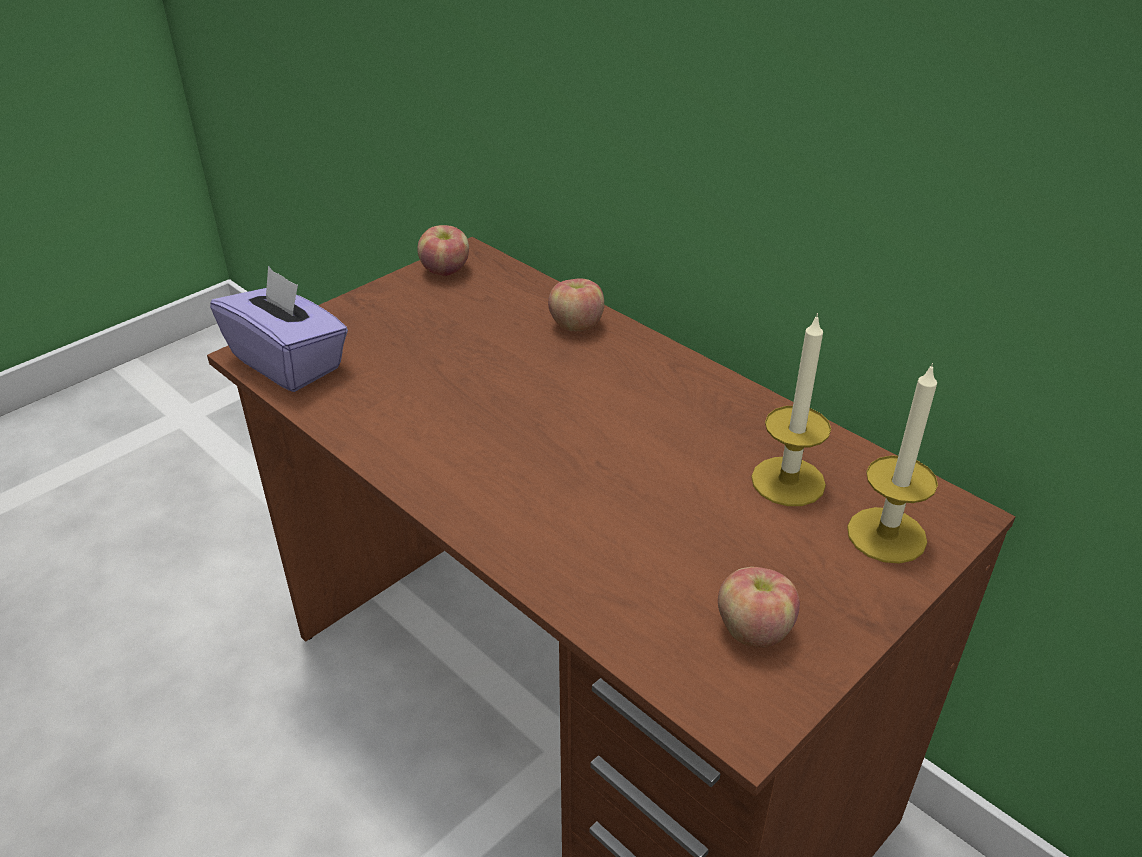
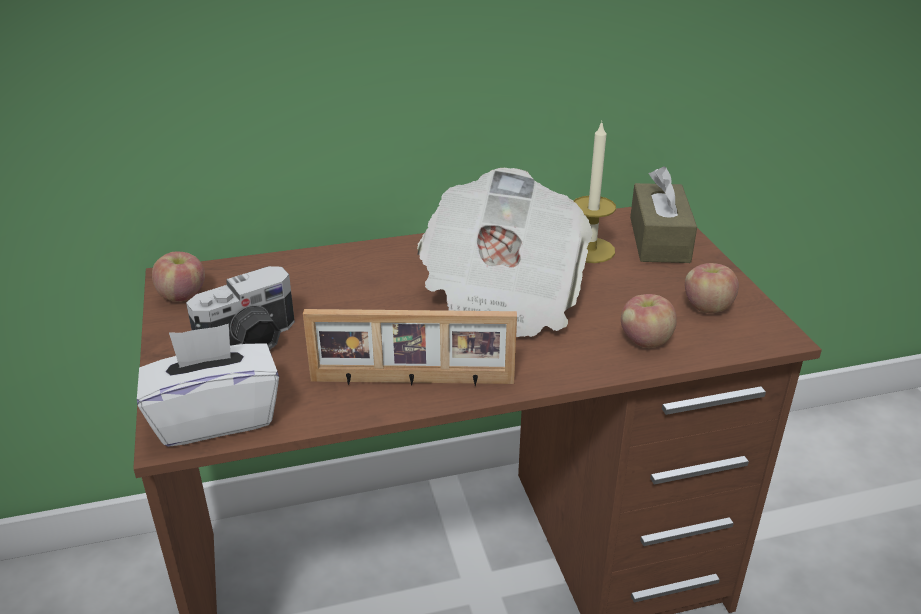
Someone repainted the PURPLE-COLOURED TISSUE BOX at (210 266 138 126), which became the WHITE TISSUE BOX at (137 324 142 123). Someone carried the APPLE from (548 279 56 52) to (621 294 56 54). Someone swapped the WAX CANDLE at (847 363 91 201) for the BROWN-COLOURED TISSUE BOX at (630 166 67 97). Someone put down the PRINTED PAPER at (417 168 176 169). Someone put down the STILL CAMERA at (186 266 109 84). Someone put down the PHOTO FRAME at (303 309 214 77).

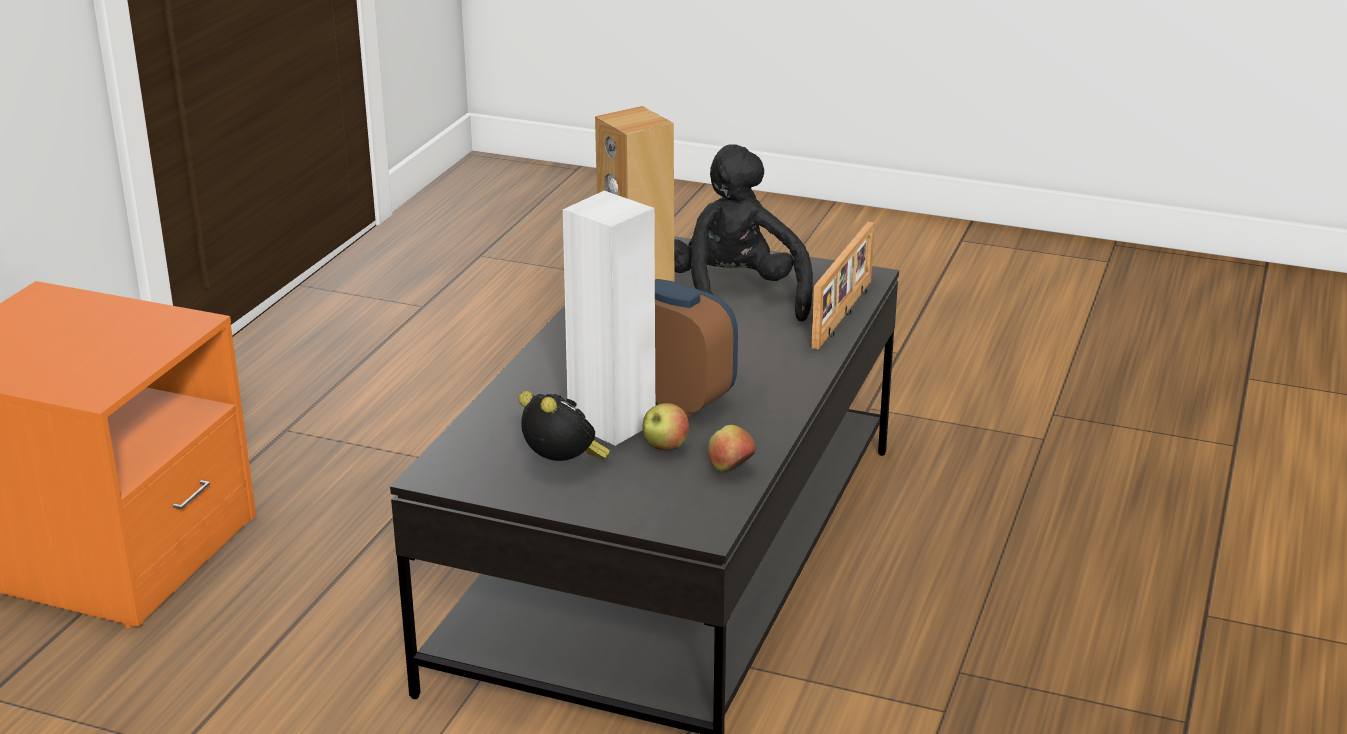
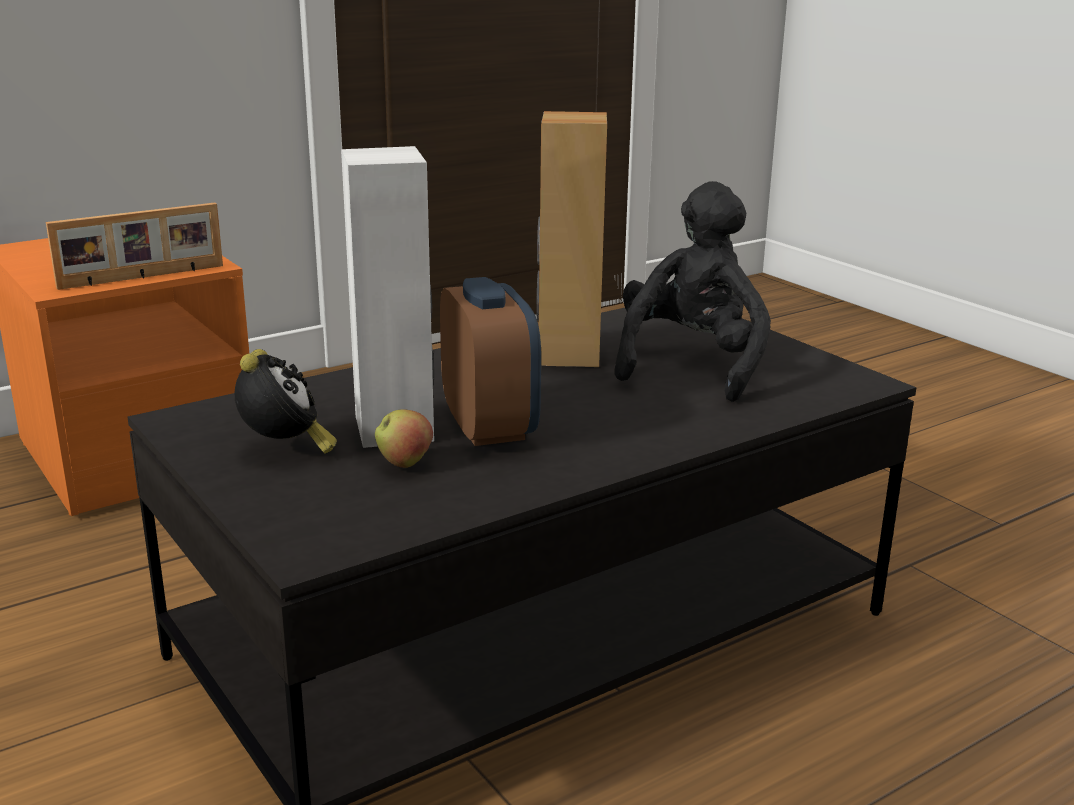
Someone carried the PHOTO FRAME from (811 222 63 128) to (46 202 177 88). Someone took away the APPLE at (708 425 48 47).

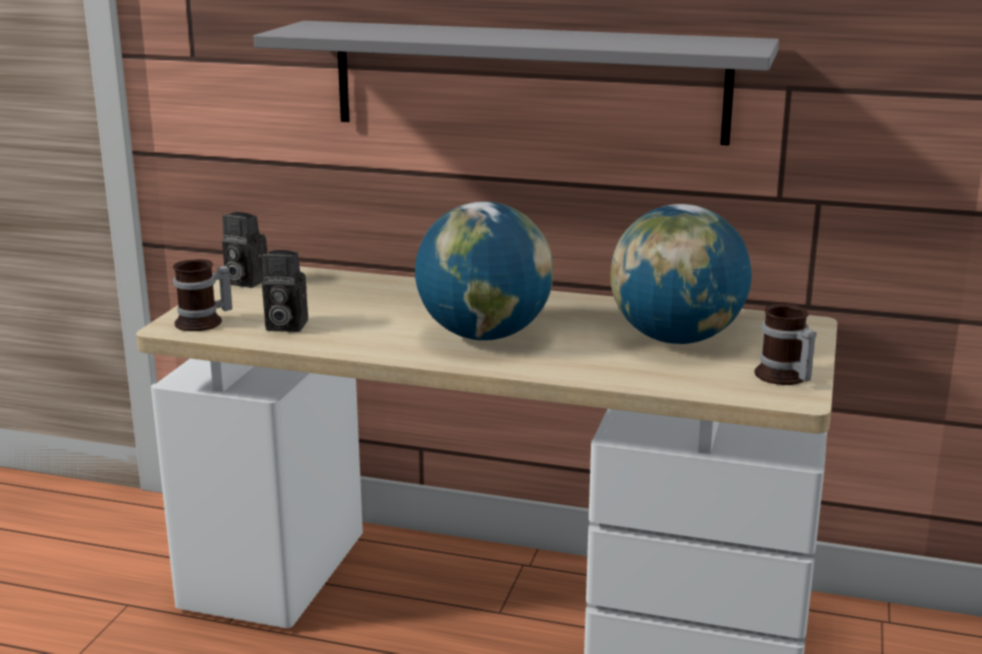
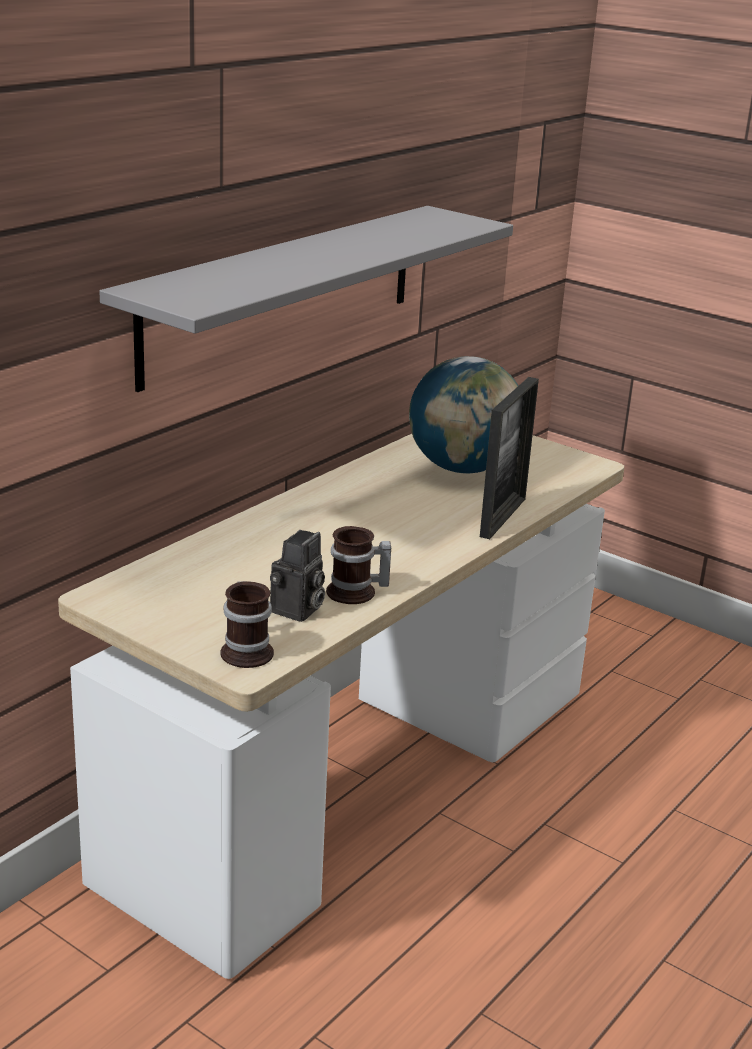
Someone took away the GLOBE at (415 201 138 140). Someone took away the STILL CAMERA at (222 212 45 76). Someone carried the COFFEE MUG from (754 303 63 82) to (326 526 65 78). Someone put down the PHOTO FRAME at (480 377 59 162).

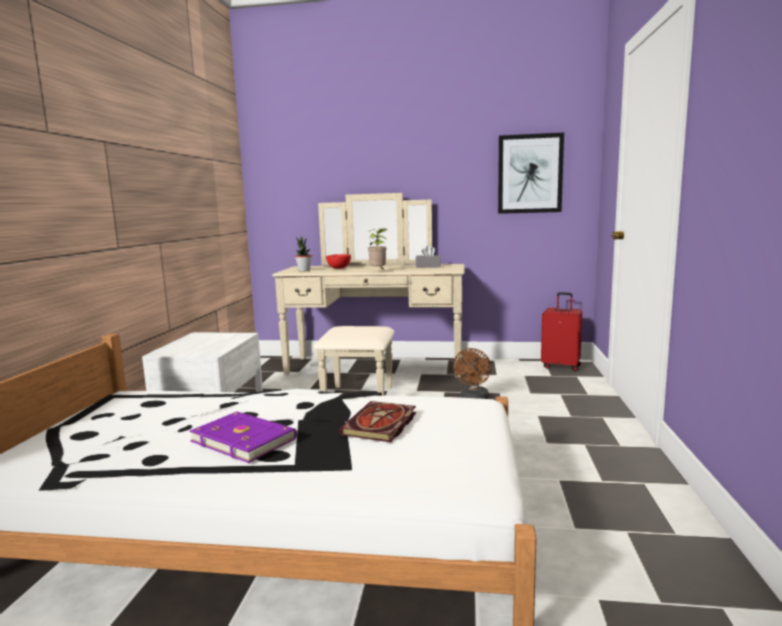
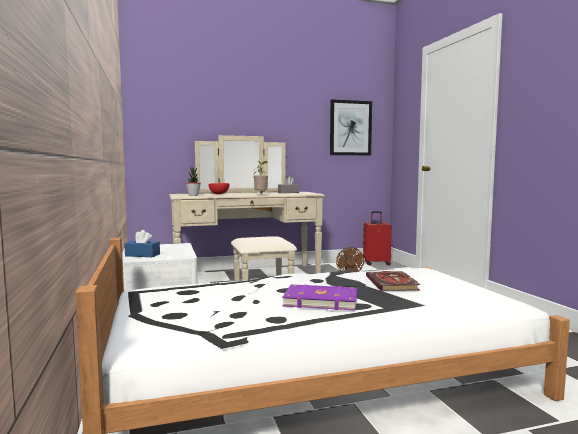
Someone put down the BLUE TISSUE BOX at (124 230 36 27).

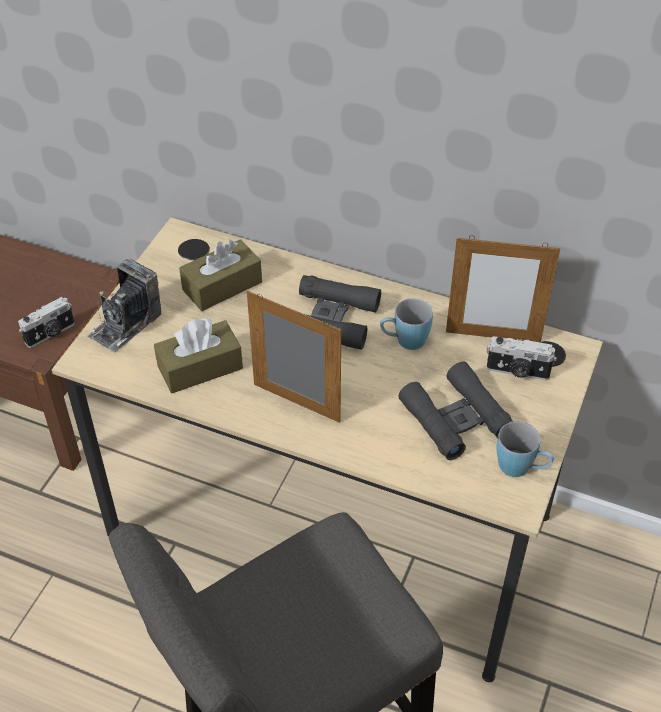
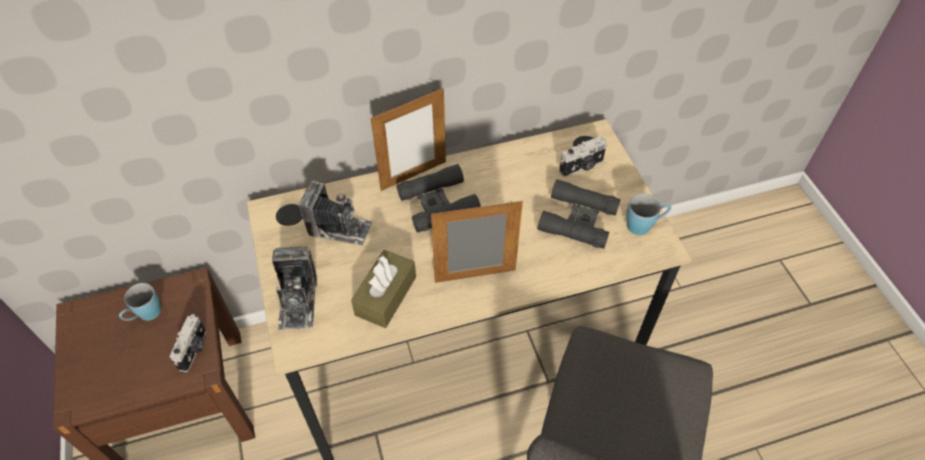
Someone carried the PHOTO FRAME from (446 235 114 108) to (371 88 75 103). Someone swapped the BROWN-COLOURED TISSUE BOX at (179 239 83 72) for the STILL CAMERA at (299 181 73 65). Someone carried the BLUE COFFEE MUG from (380 298 53 52) to (119 283 42 38).

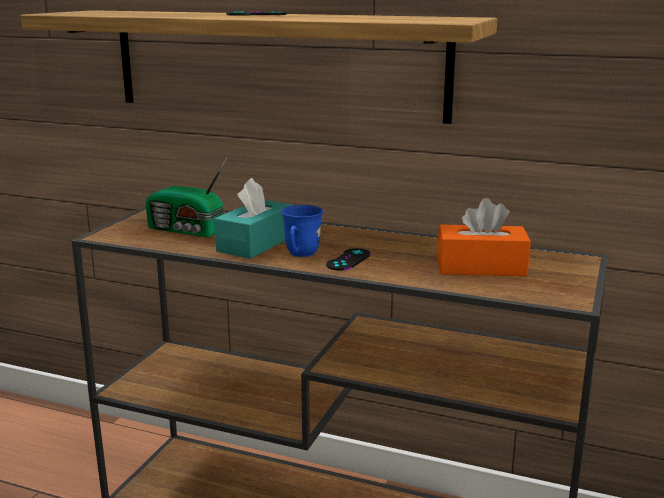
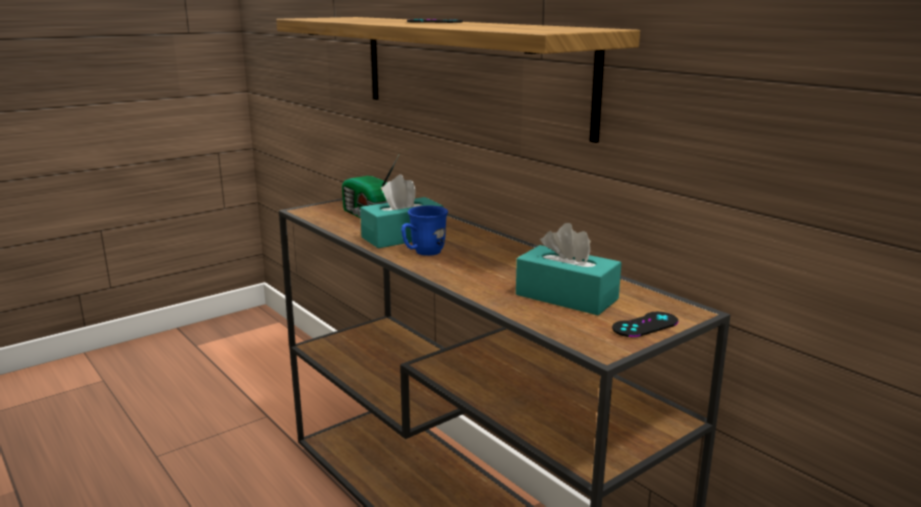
Someone repainted the ORANGE-COLOURED TISSUE BOX at (437 198 94 79), which became the TURQUOISE-COLOURED TISSUE BOX at (516 223 105 92). Someone carried the BLACK GAME CONTROLLER from (326 248 45 23) to (612 312 67 25).

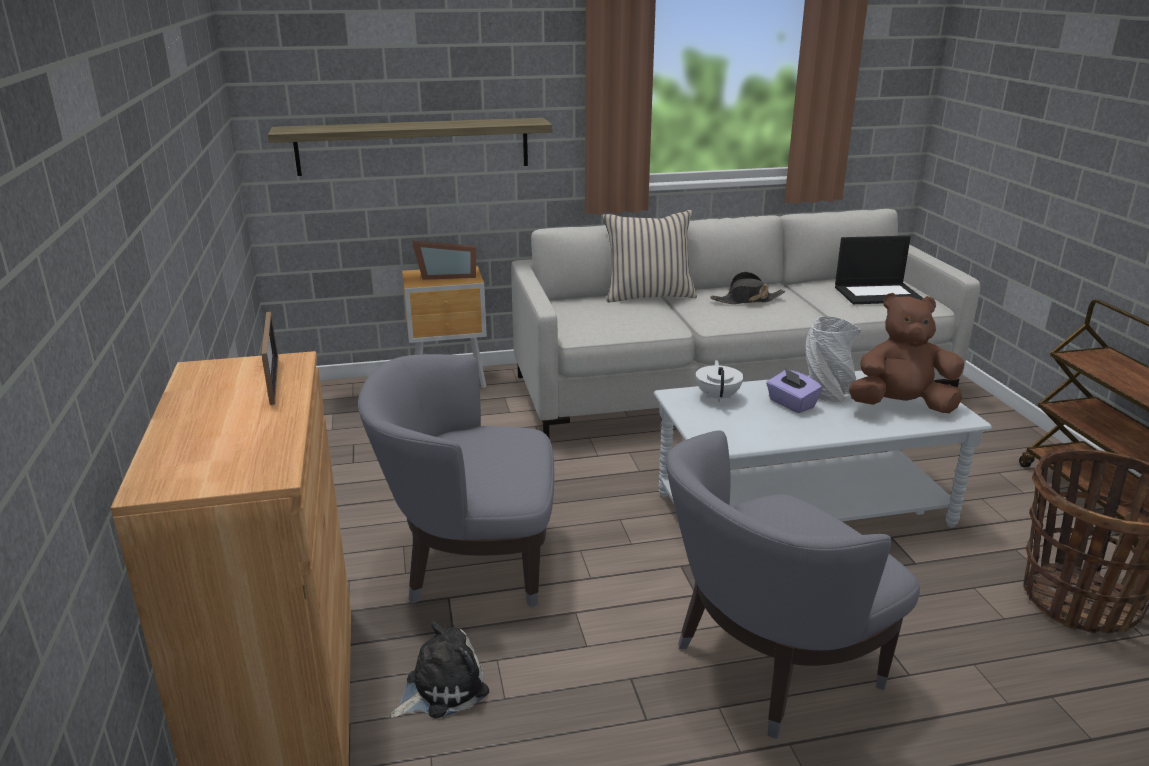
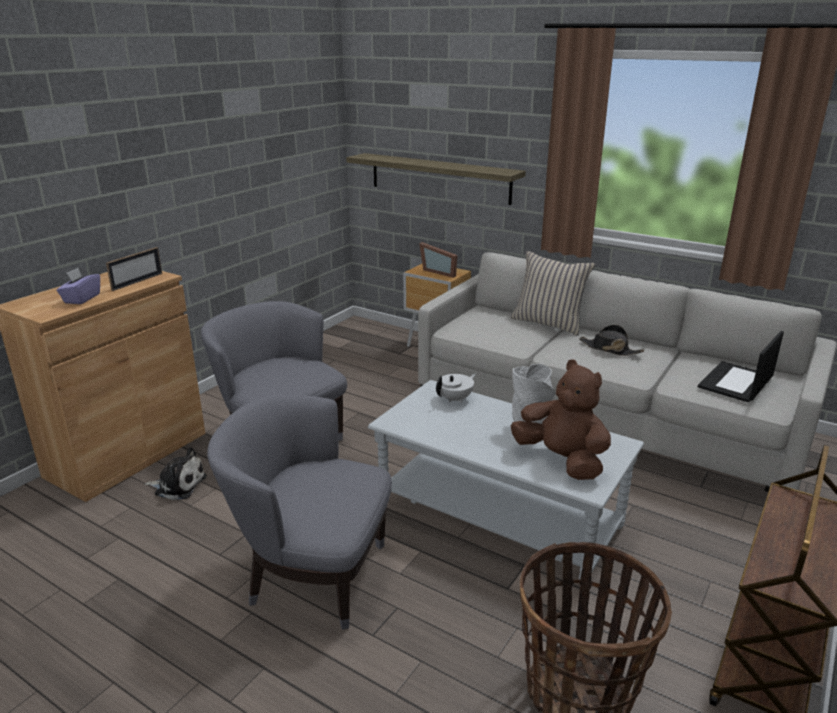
Someone rotated the PORTABLE COMPUTER at (835 236 89 68) by 90 degrees clockwise. Someone carried the PURPLE-COLOURED TISSUE BOX from (766 367 56 46) to (57 267 43 37).

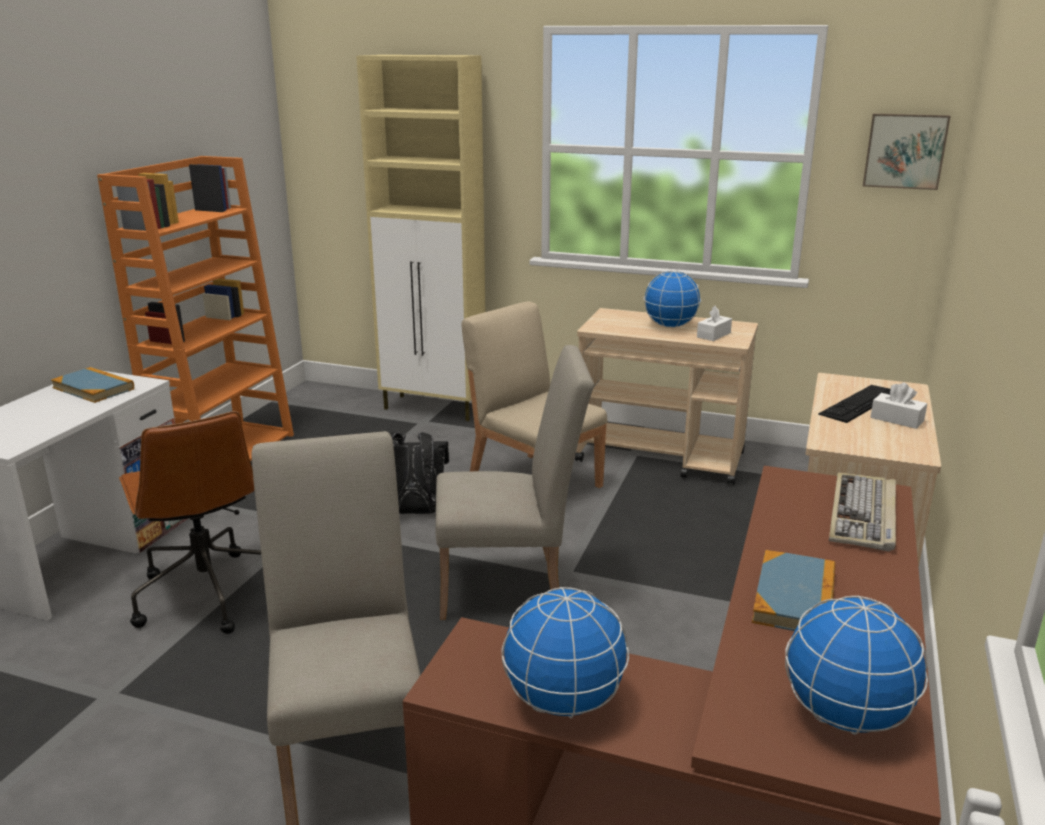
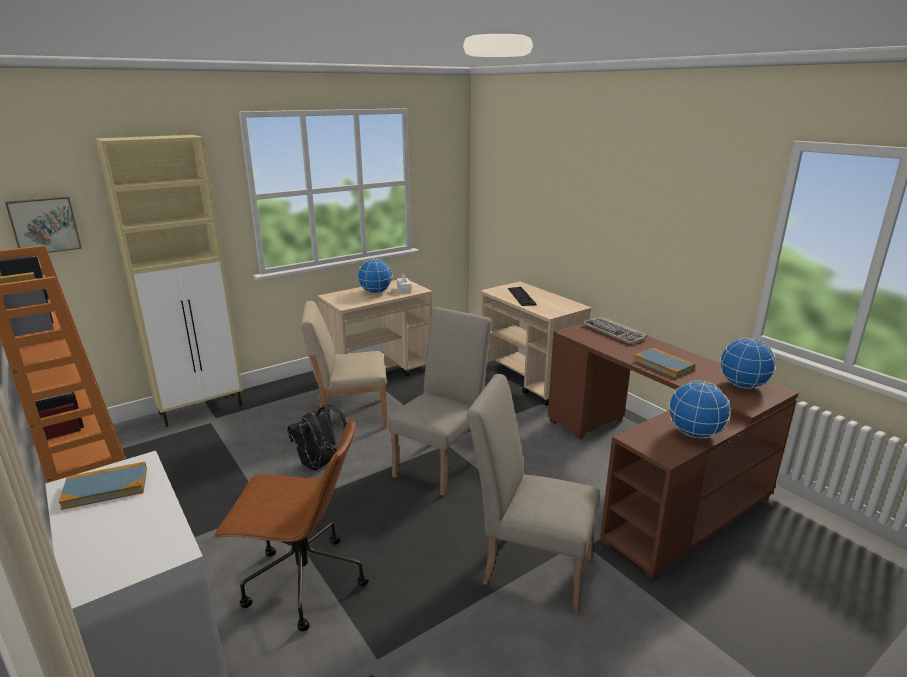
Someone carried the WALL PICTURE from (863 113 88 77) to (5 196 77 57). Someone took away the WHITE TISSUE BOX at (871 383 56 46).

